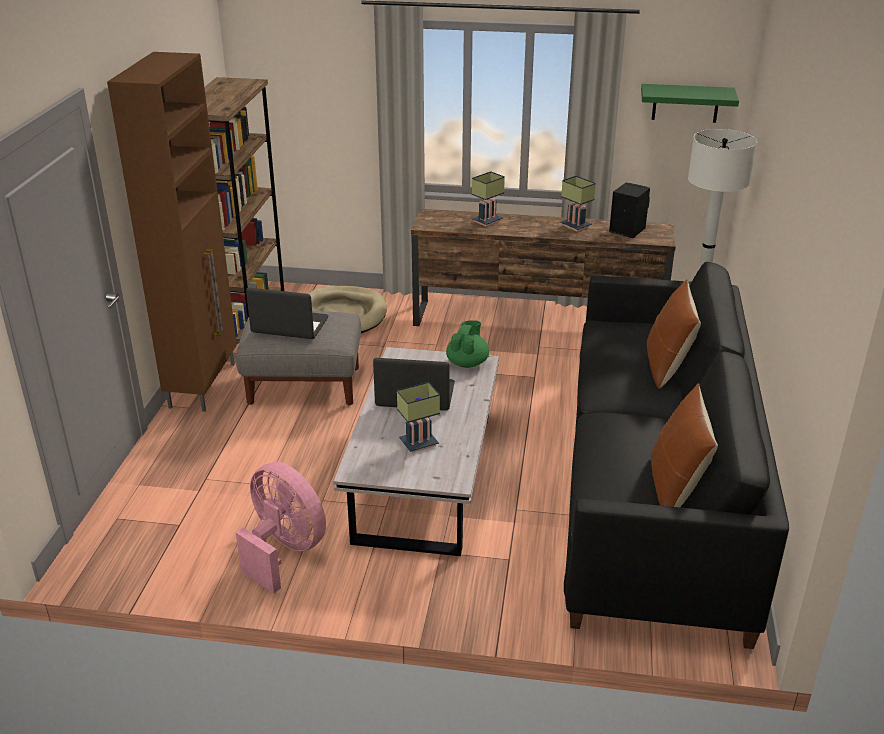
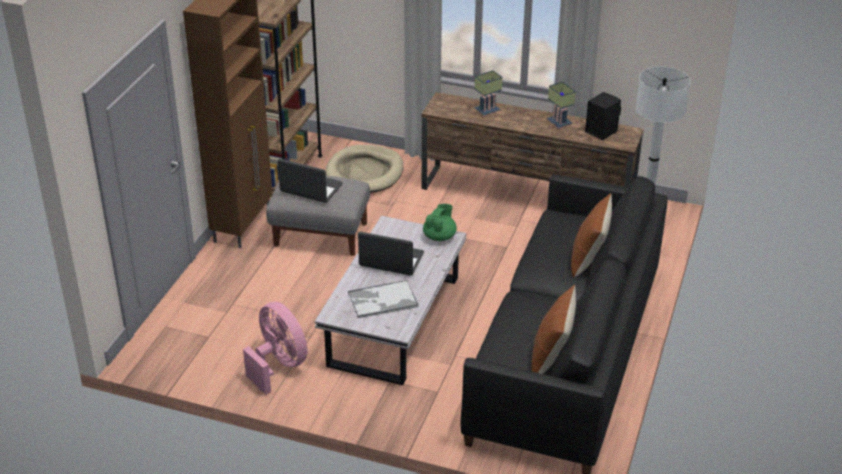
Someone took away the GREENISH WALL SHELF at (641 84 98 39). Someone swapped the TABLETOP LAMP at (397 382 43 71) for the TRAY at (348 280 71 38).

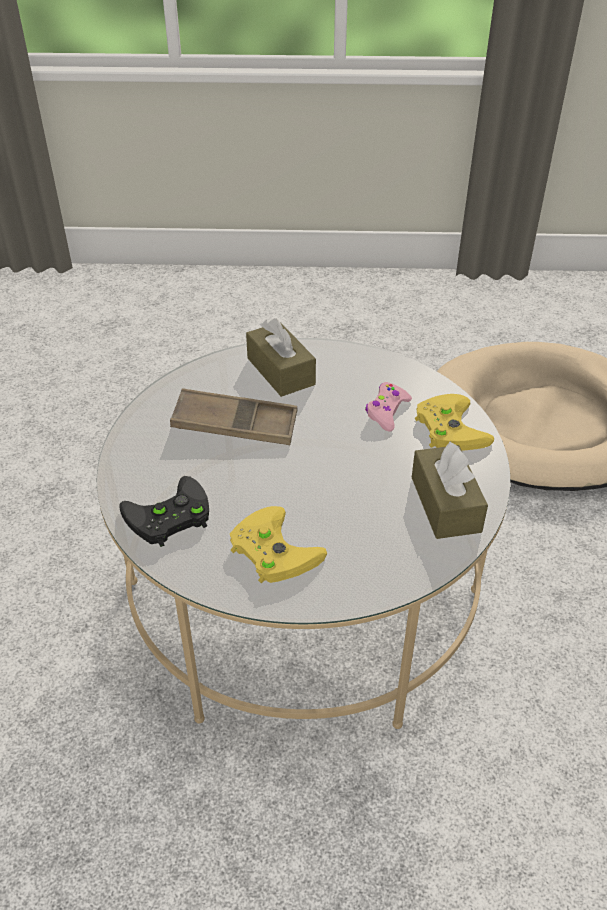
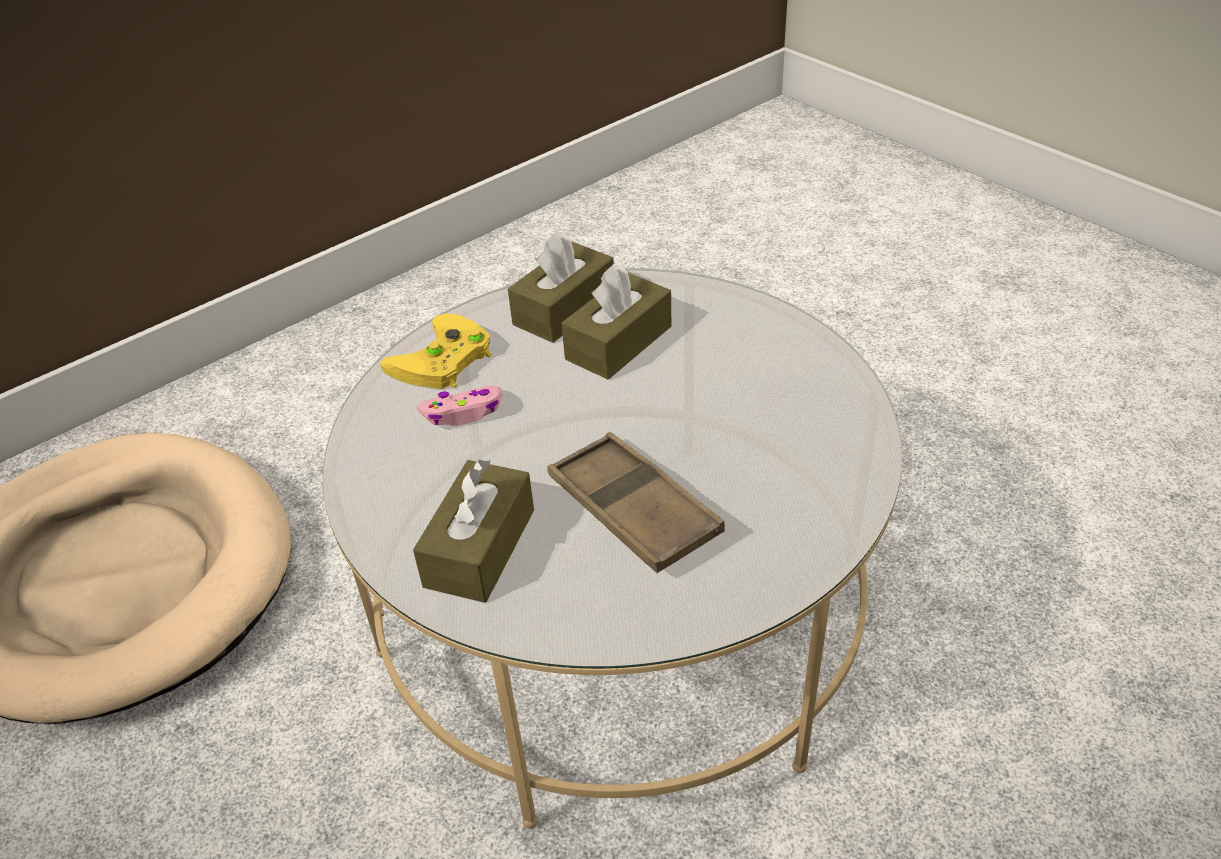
Someone took away the BLACK GAME CONTROLLER at (119 476 90 71). Someone took away the YELLOWISH GAME CONTROLLER at (230 506 97 78). Someone put down the BROWN-COLOURED TISSUE BOX at (561 264 110 115).

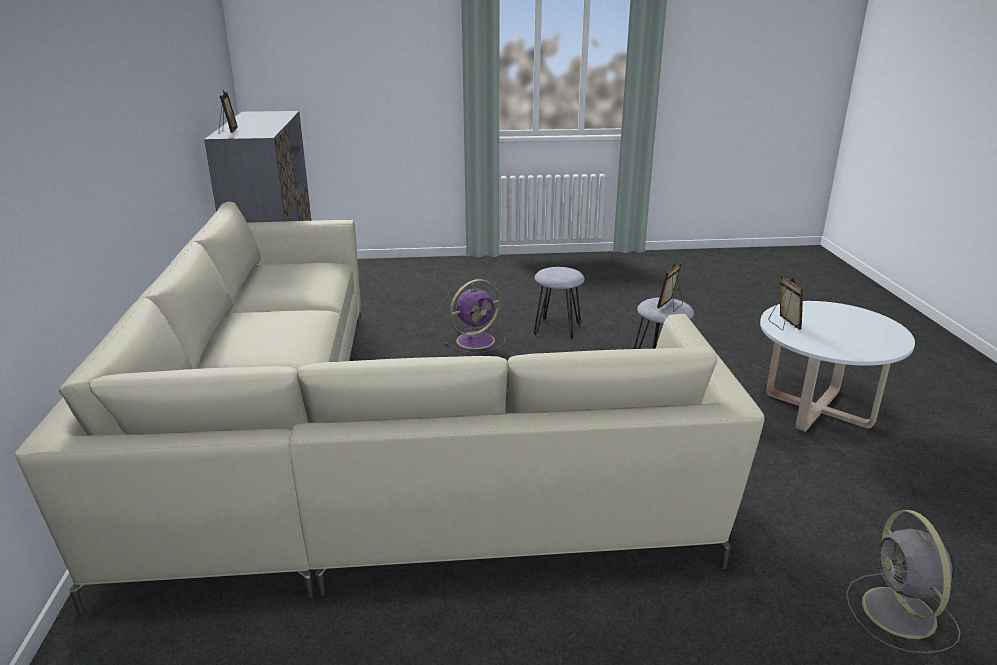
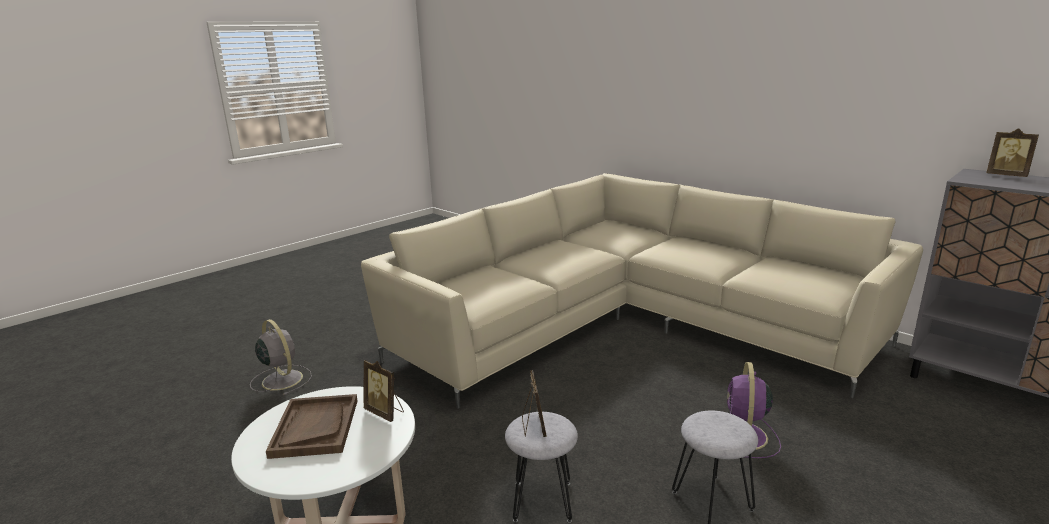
Someone put down the BROWN-COLOURED TRAY at (266 394 91 65).

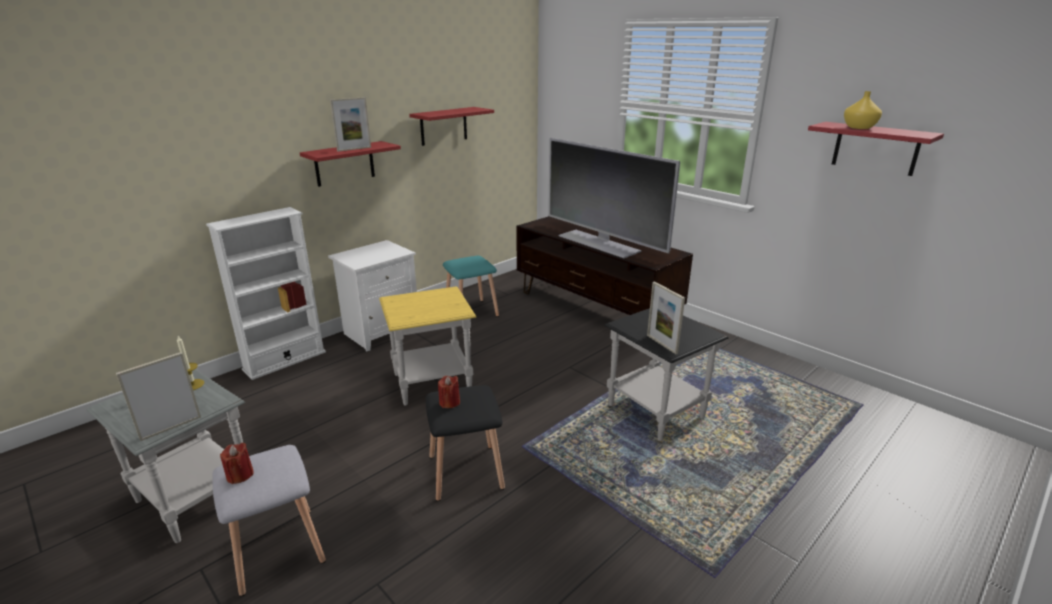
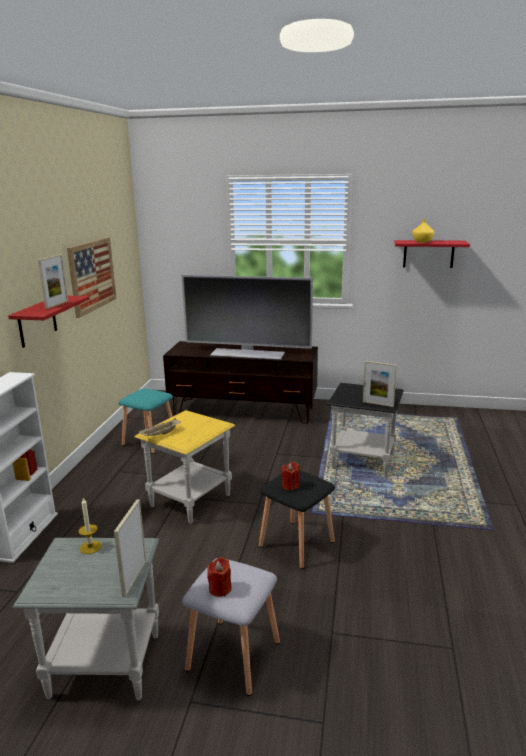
Someone swapped the RED-COLOURED WALL SHELF at (409 107 85 39) for the WALL PICTURE at (67 237 49 81). Someone took away the WHITE NIGHTSTAND at (328 240 89 112). Someone put down the SAND-COLOURED TRAY at (138 418 43 18).

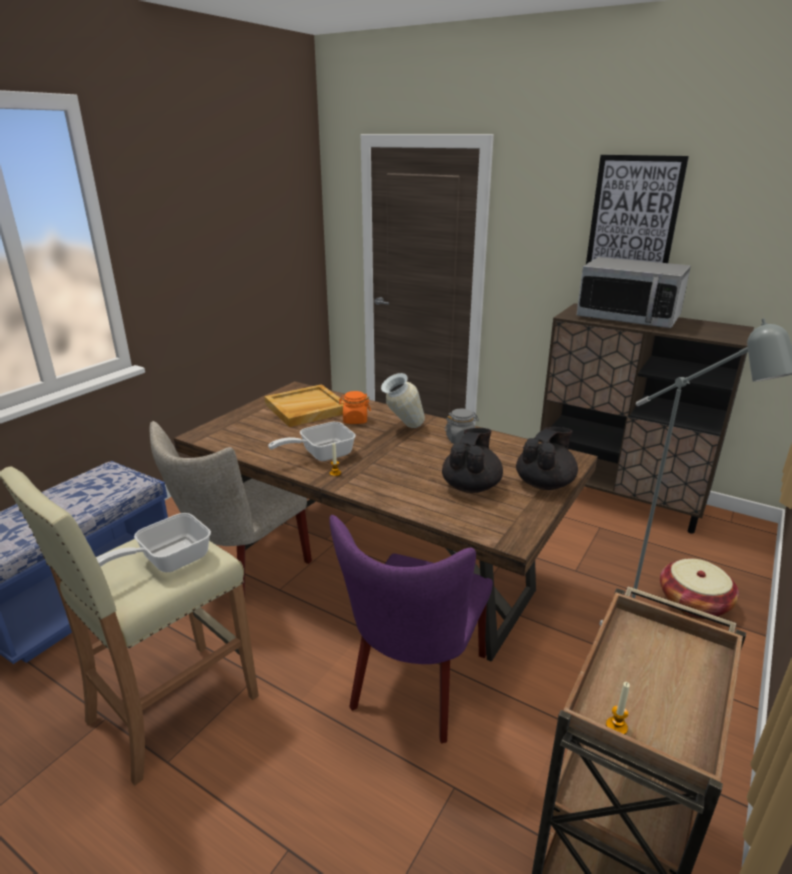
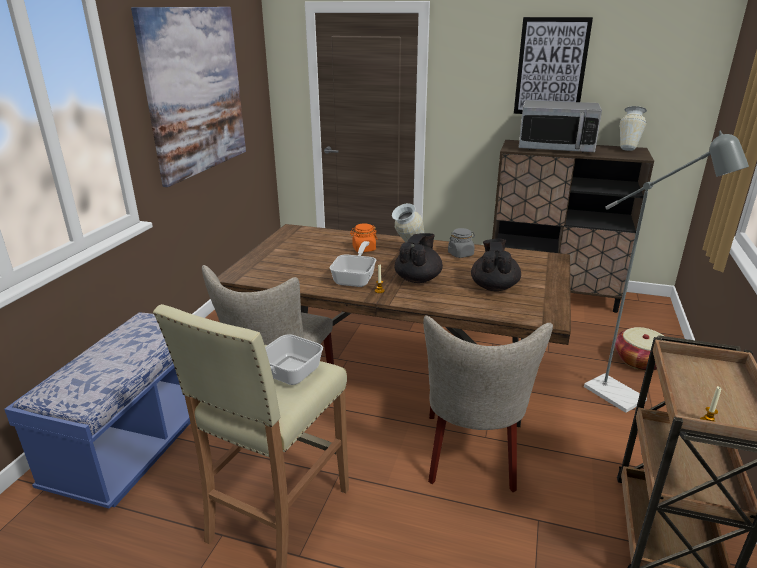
Someone took away the SAND-COLOURED TRAY at (264 384 81 43). Someone rotated the FRYING PAN at (268 422 88 39) by 150 degrees clockwise. Someone carried the BLACK TEA POT from (516 427 62 63) to (395 233 48 50). Someone repainted the PURPLE-COLOURED PLAIN CHAIR at (329 515 164 228), which became the SAND-COLOURED PLAIN CHAIR at (423 316 130 176). Someone put up the WALL PICTURE at (131 7 115 180). Someone put down the VASE at (620 106 27 45).

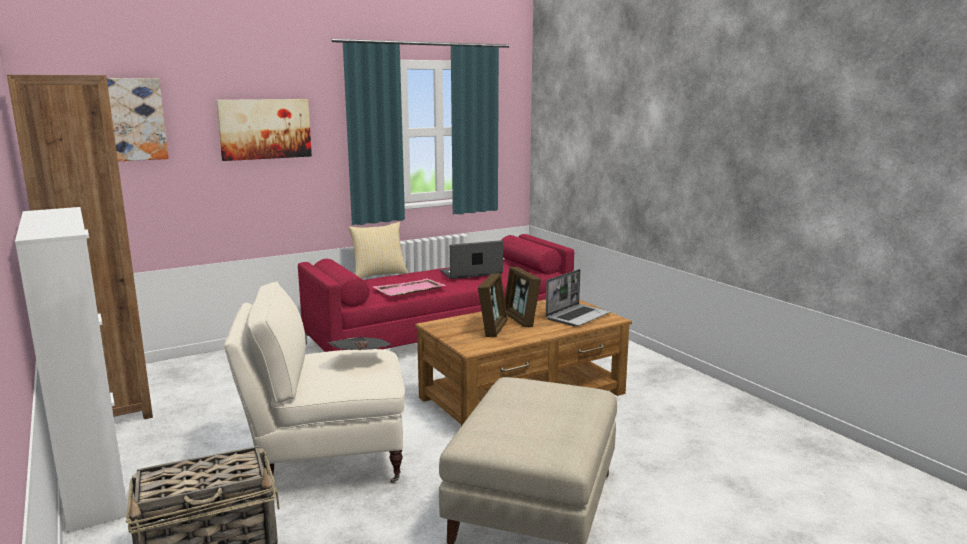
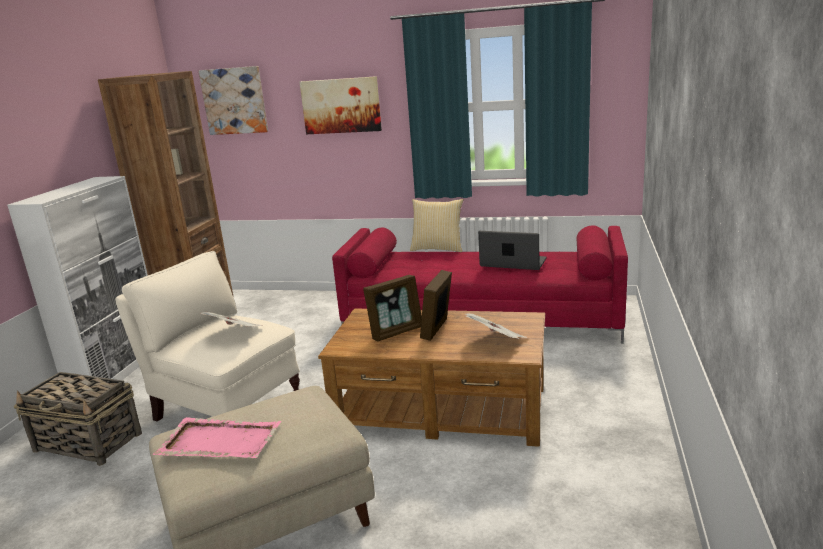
Someone swapped the PORTABLE COMPUTER at (546 269 64 58) for the PRINTED PAPER at (465 313 62 26). Someone carried the PINK TRAY from (374 278 72 18) to (153 417 128 41).

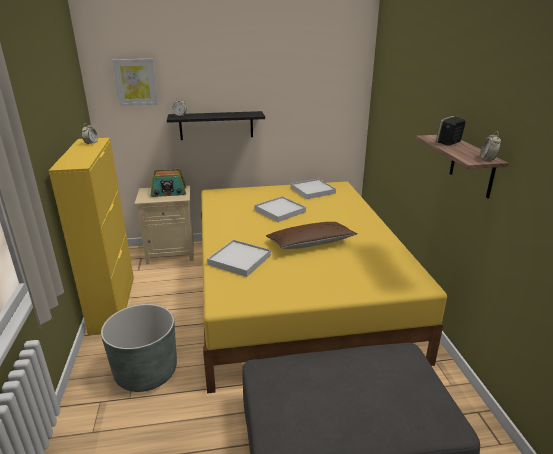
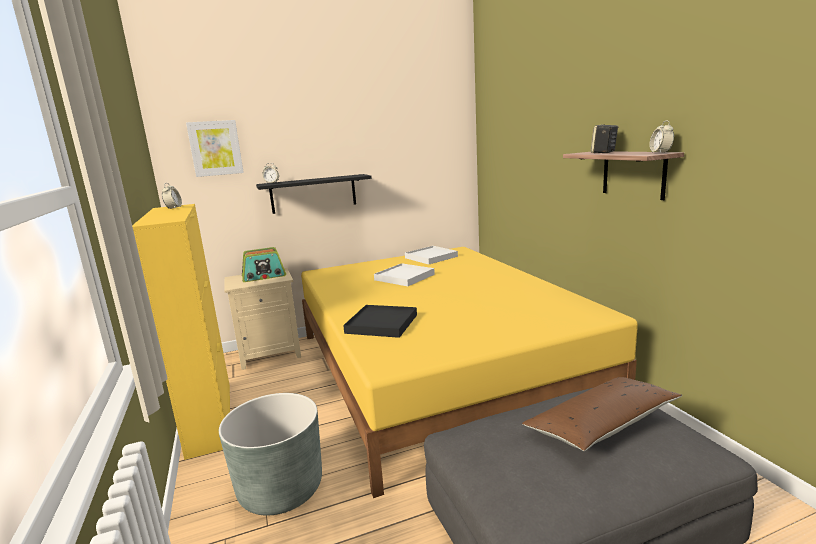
Someone carried the BROWN-COLOURED THROW PILLOW from (266 222 92 27) to (522 377 160 74). Someone repainted the WHITE TRAY at (207 240 64 37), which became the BLACK TRAY at (343 305 74 33).

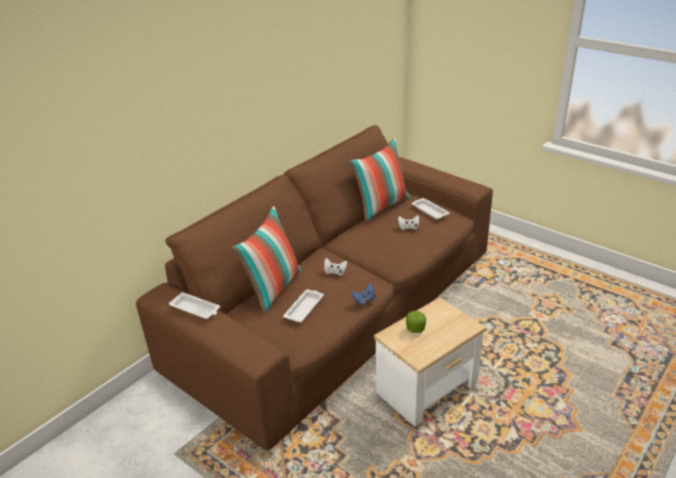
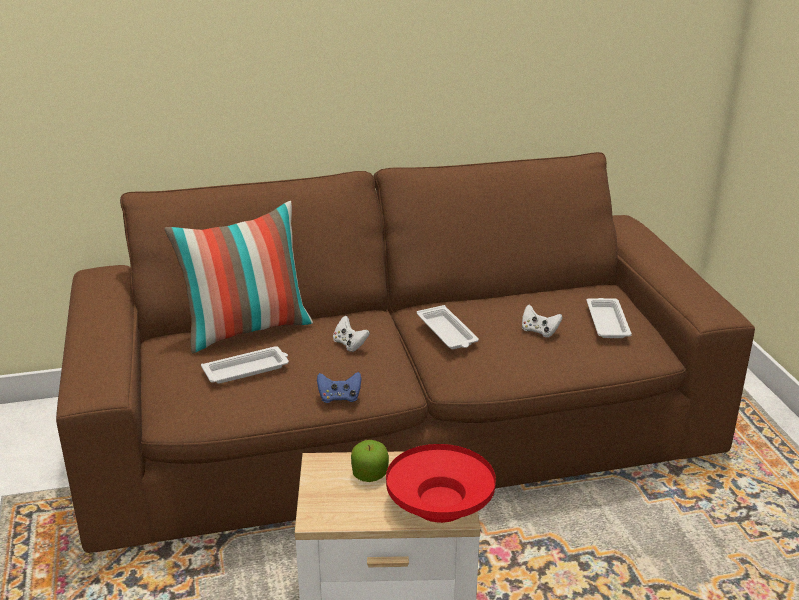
Someone took away the THROW PILLOW at (349 138 61 84). Someone carried the WHITE TRAY from (169 292 51 27) to (417 305 62 44). Someone put down the RED-COLOURED DEEP DISH at (386 444 110 79).

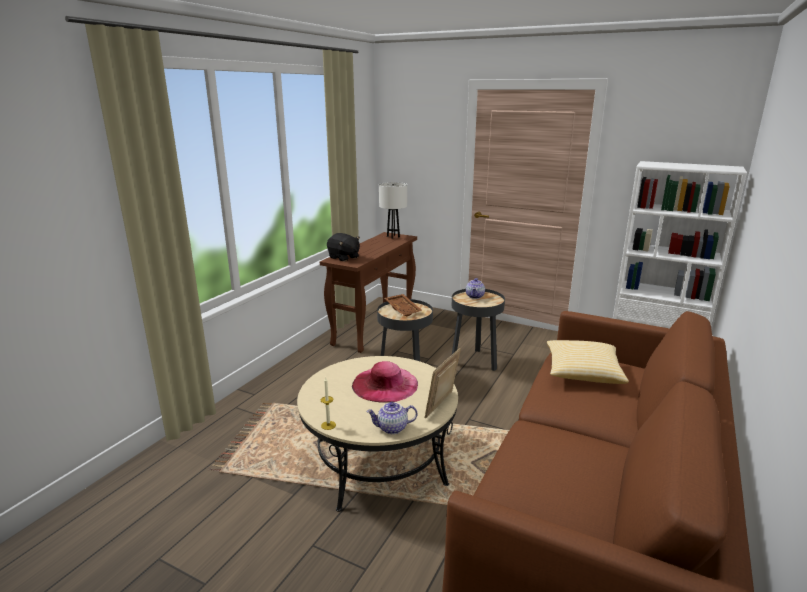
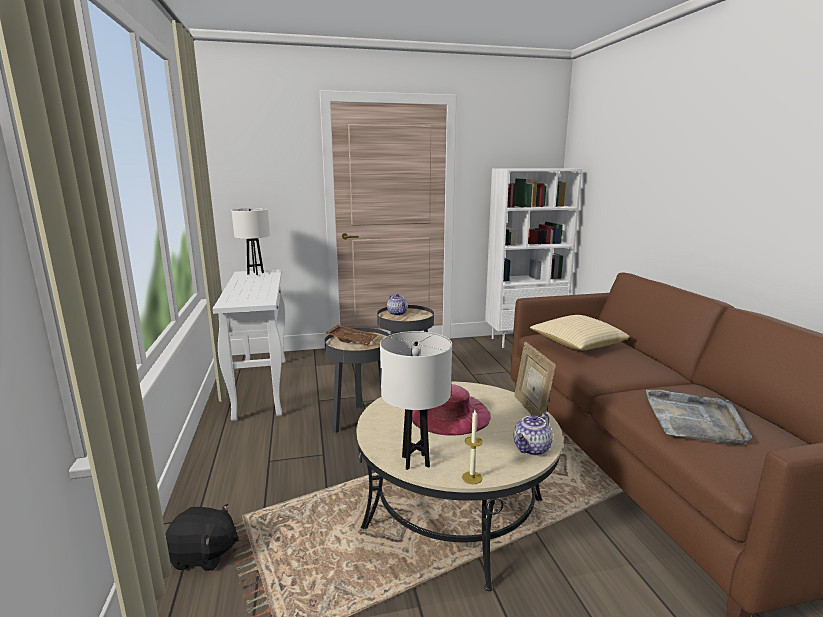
Someone repainted the BROWN-COLOURED HALL TABLE at (320 232 97 121), which became the WHITE HALL TABLE at (213 270 73 151). Someone carried the BLACK SOFT TOY from (327 233 33 29) to (166 504 73 67). Someone put down the WHITE TABLETOP LAMP at (380 331 72 139). Someone put down the GREYISH TRAY at (646 390 106 55).

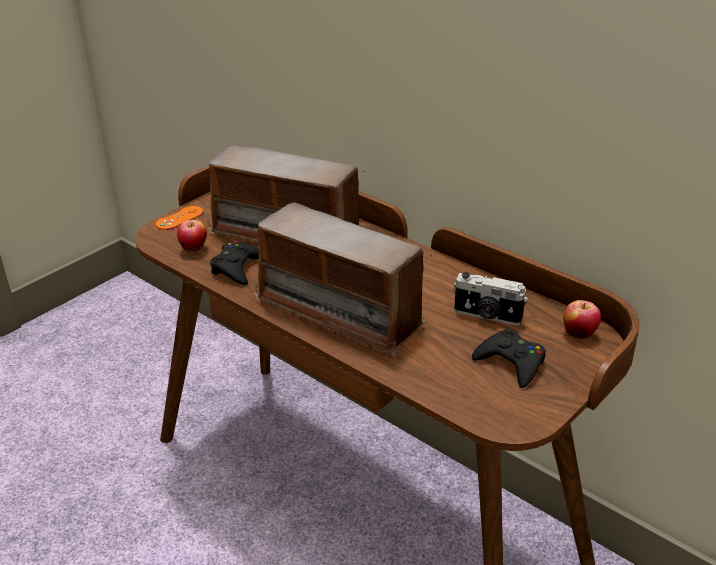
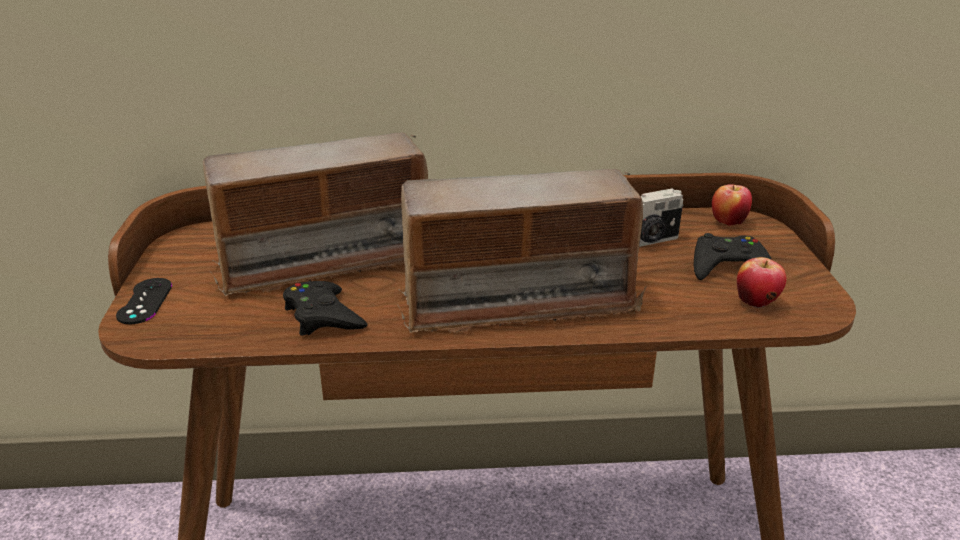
Someone repainted the ORANGE-COLOURED GAME CONTROLLER at (156 206 47 24), which became the BLACK GAME CONTROLLER at (116 278 56 47). Someone carried the APPLE from (177 220 30 32) to (737 257 49 51).

